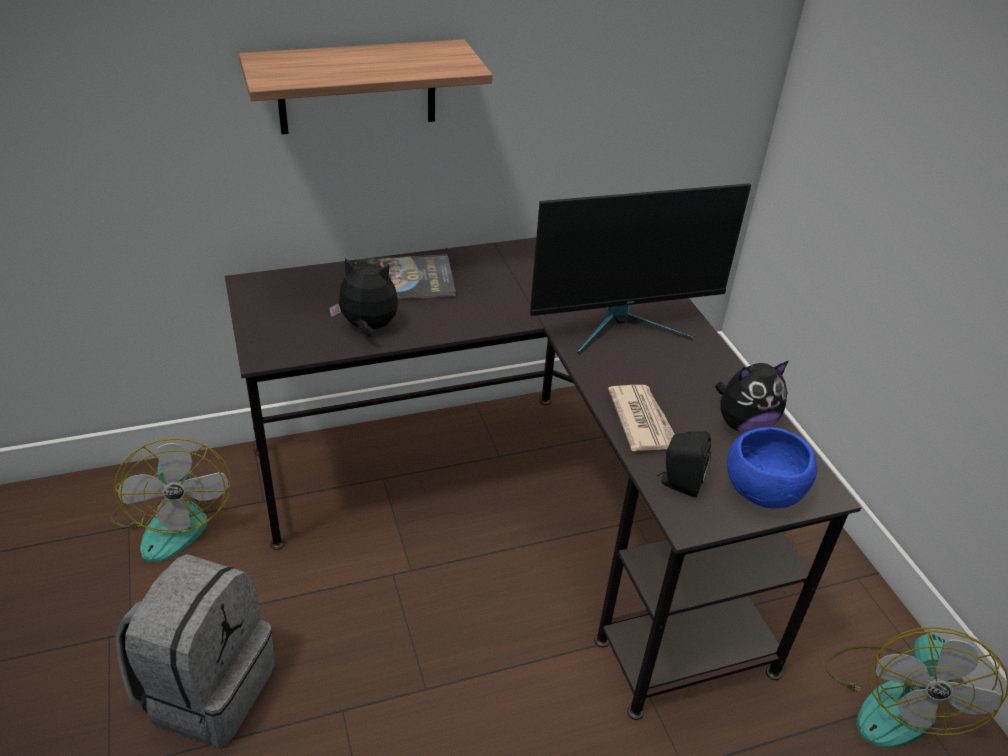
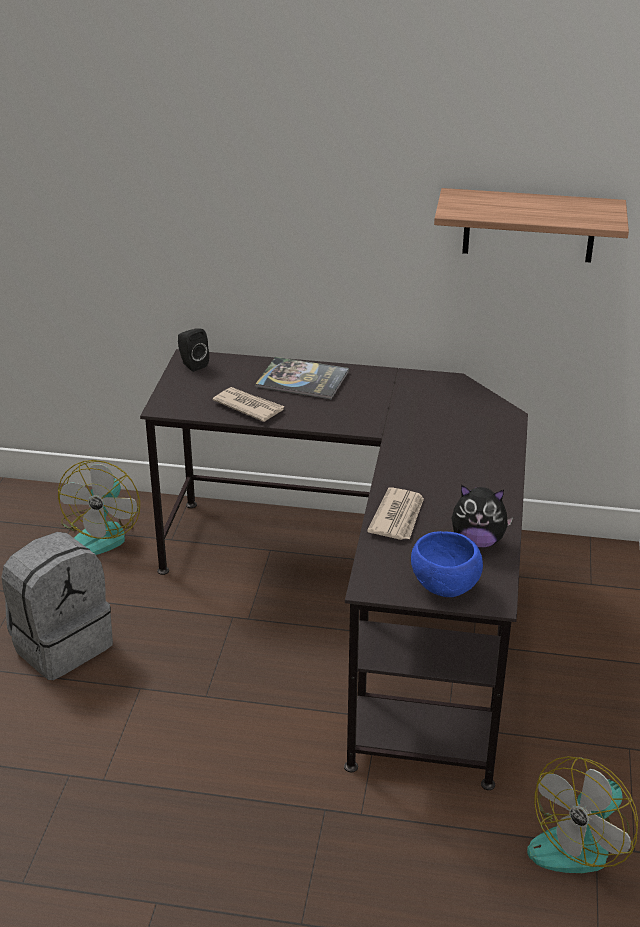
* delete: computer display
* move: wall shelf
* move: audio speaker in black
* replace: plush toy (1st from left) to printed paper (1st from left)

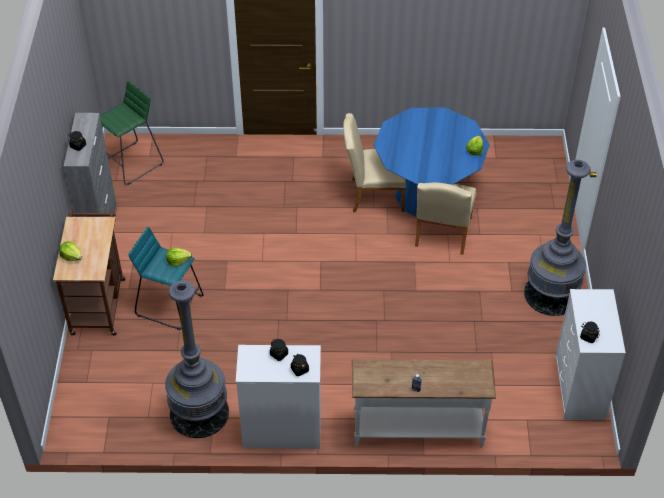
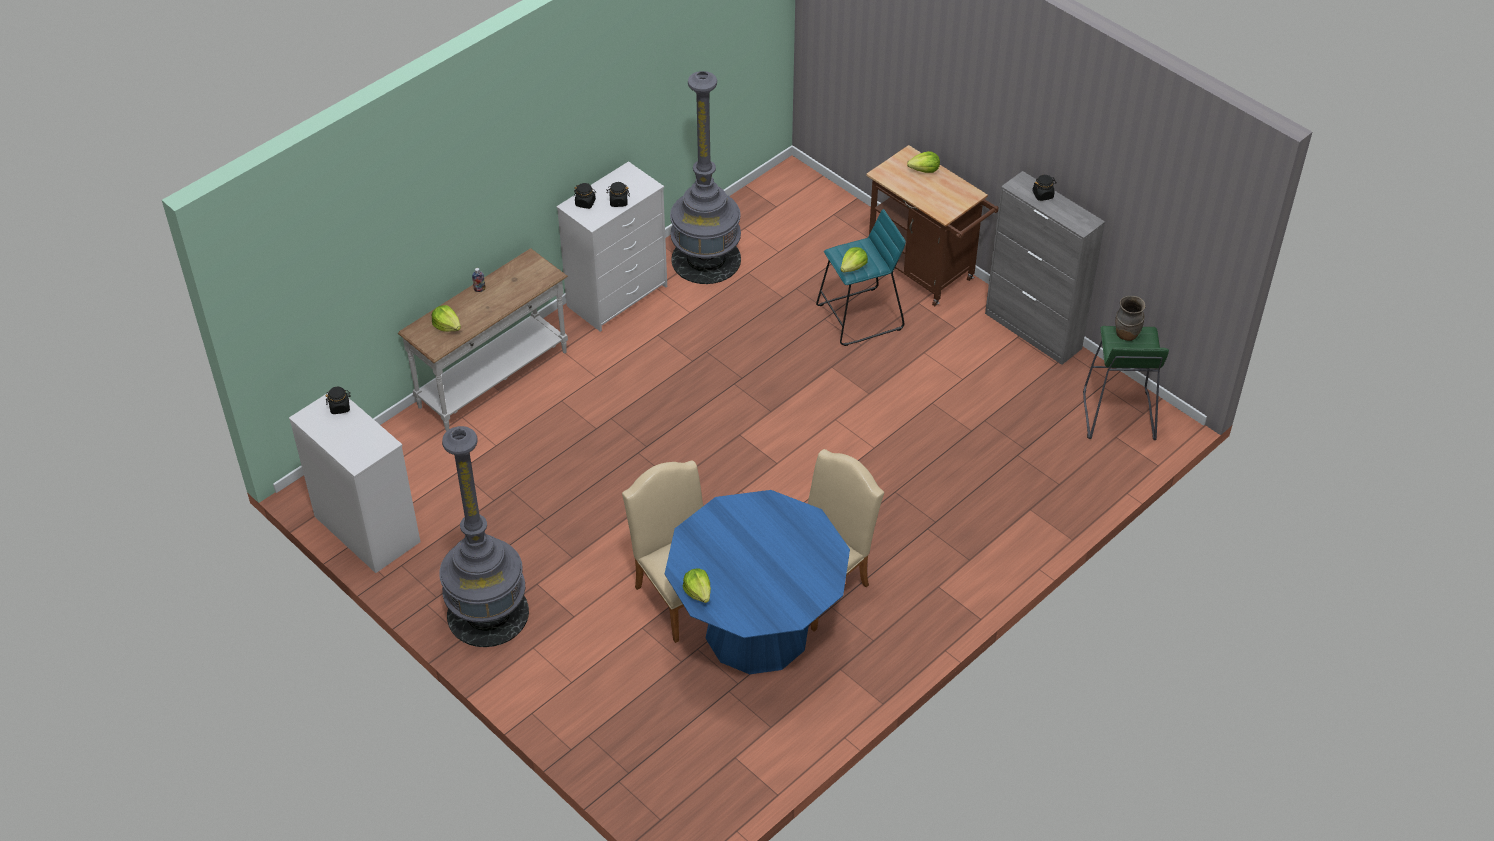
* insert: head of lettuce (1st from left)
* insert: vase in brown

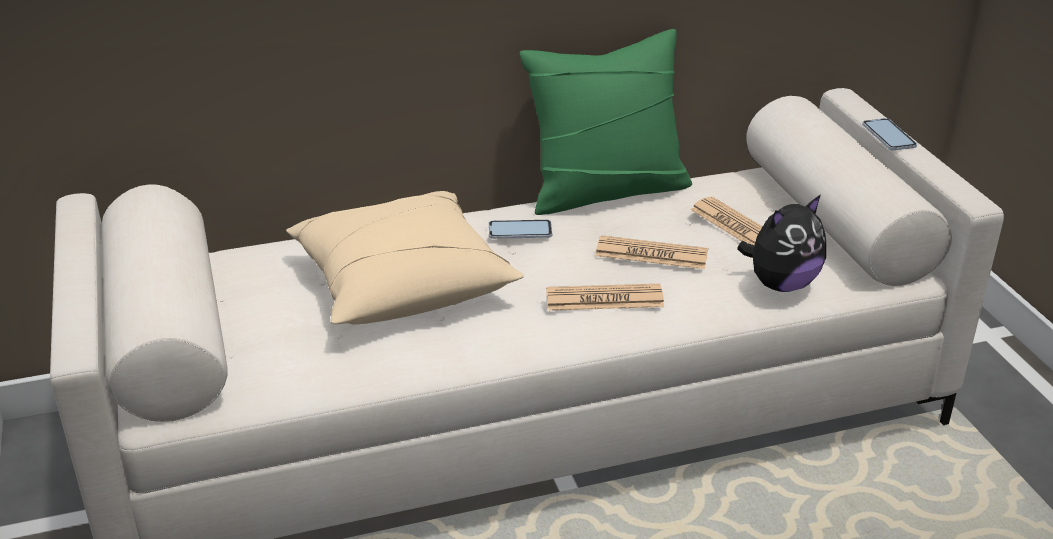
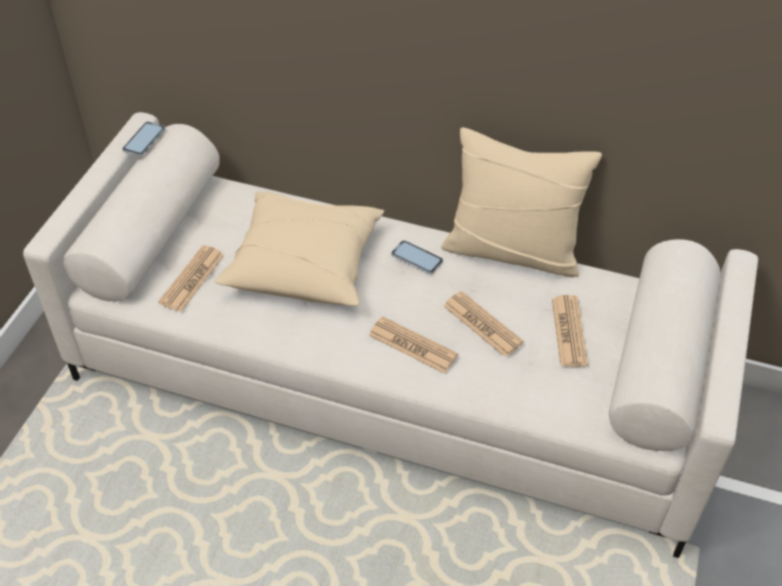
* delete: plush toy
* insert: printed paper (1st from left)
* move: telephone (2nd from left in the first image) to telephone (1st from left)
* recolor: throw pillow in green to throw pillow in sand-coloured (2nd from left)

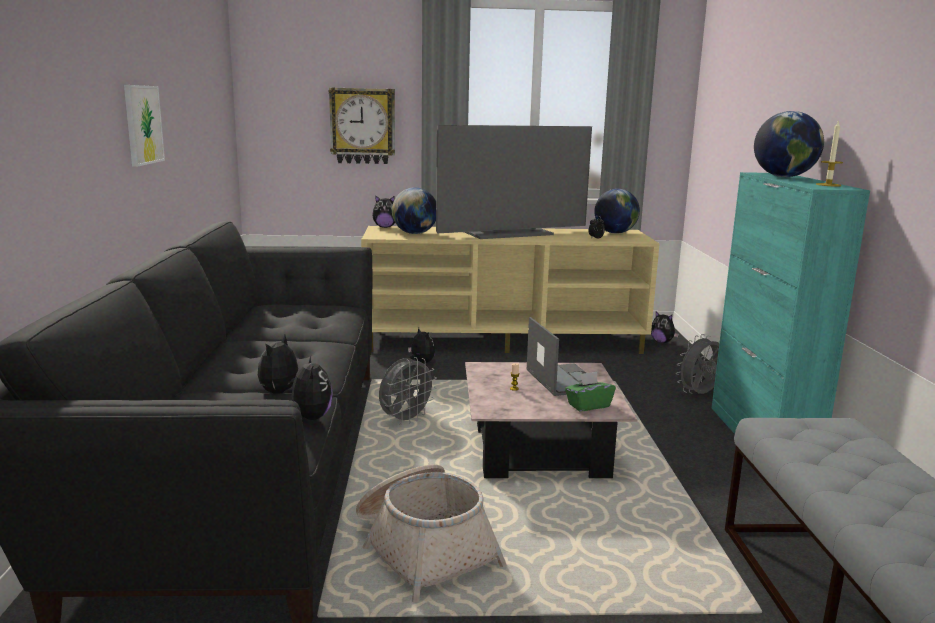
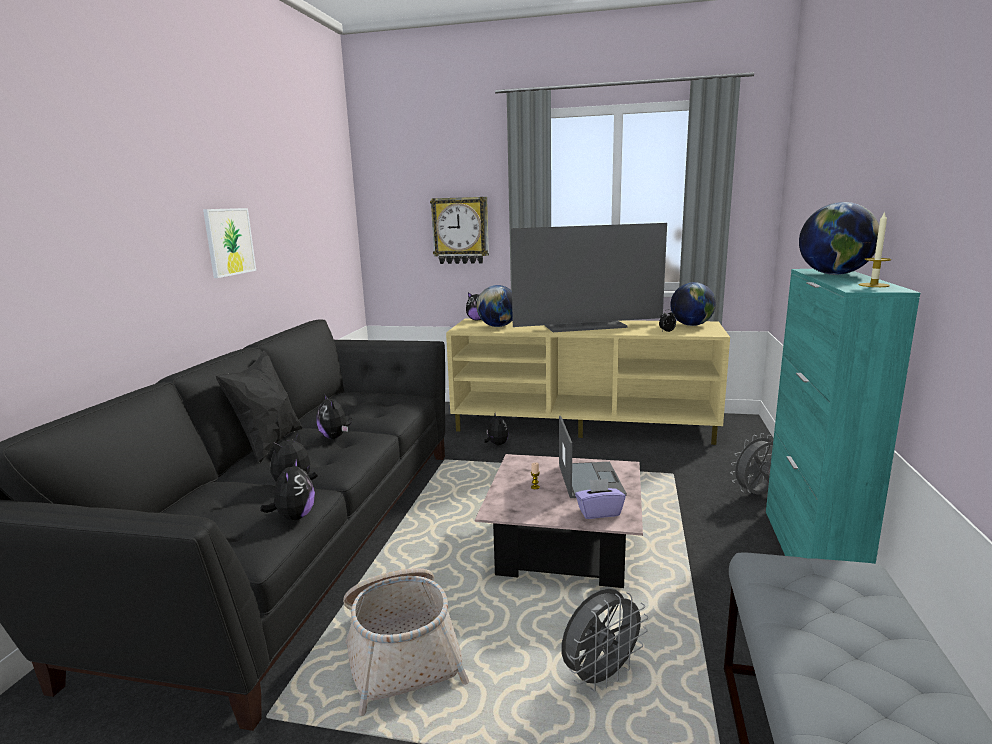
* insert: throw pillow in black
* move: cooling fan in greyish (1st from left)
* move: plush toy (5th from left in the first image) to plush toy (3rd from left)
* recolor: tissue box in green to tissue box in purple

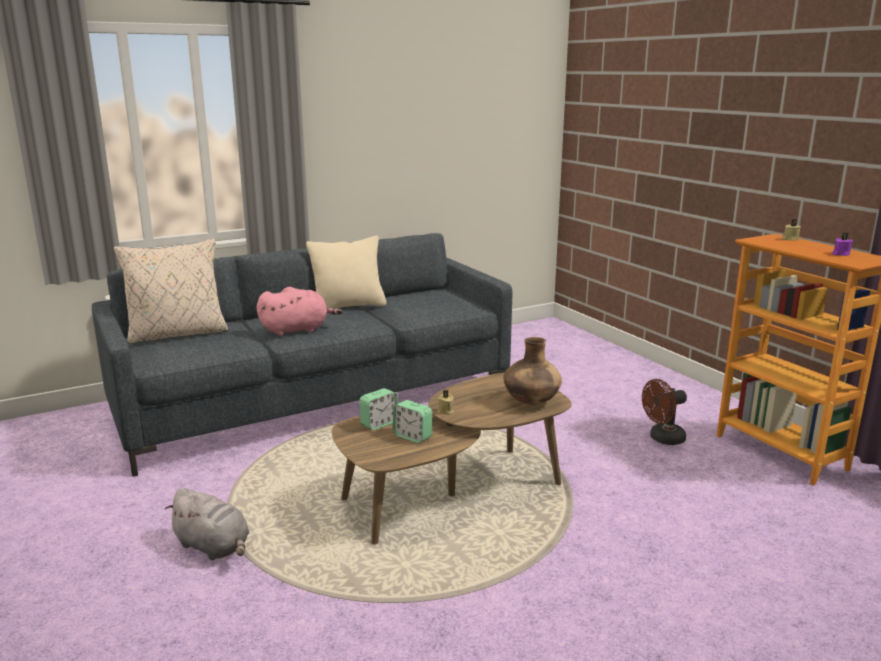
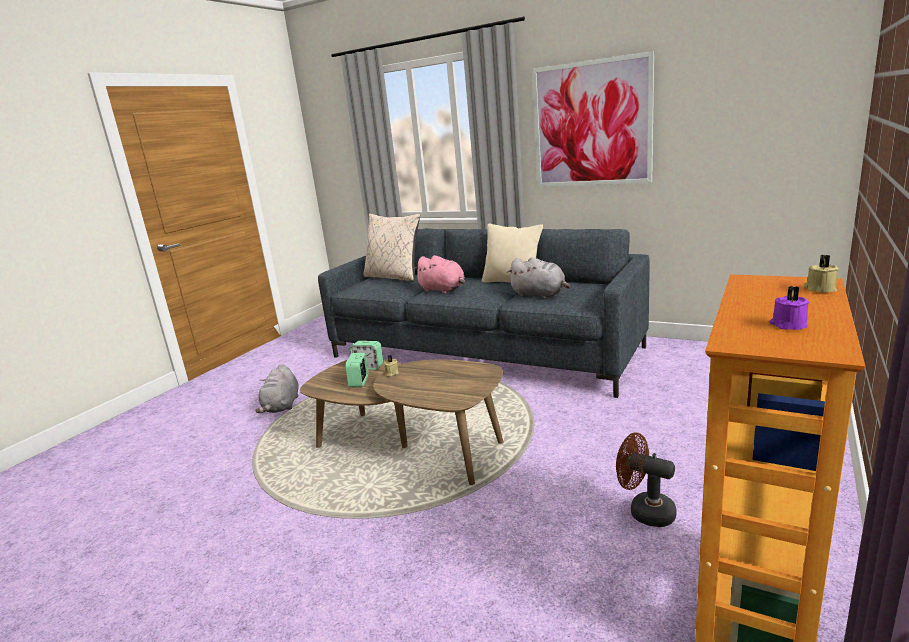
* delete: vase in brown
* insert: plush toy in greyish (2nd from left)
* insert: picture

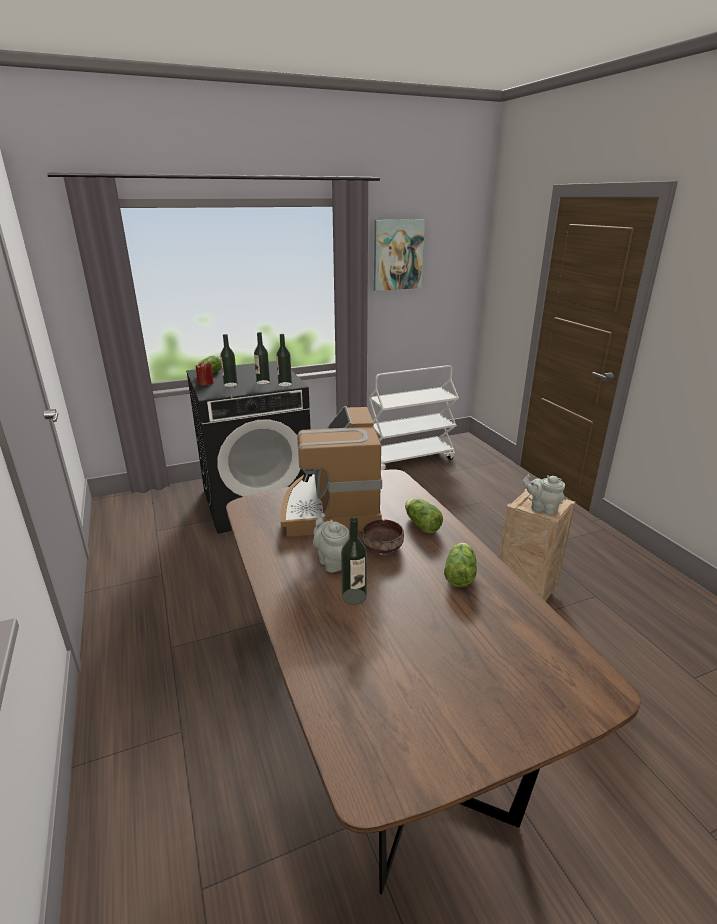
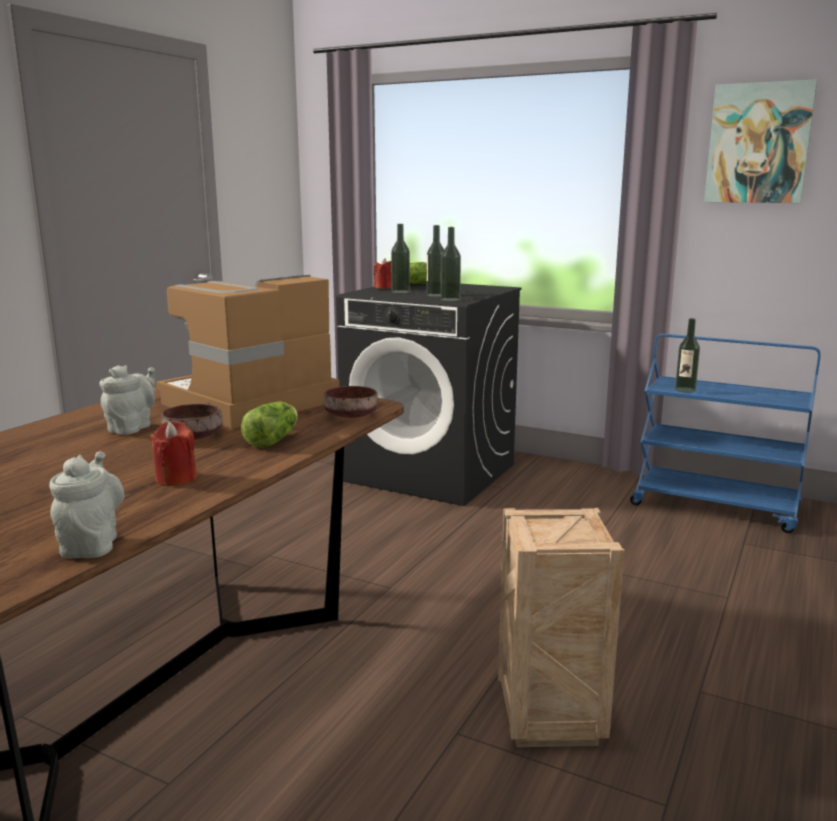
* insert: deep dish in brown (2nd from left)
* move: bottle (4th from left)
* move: teapot in greyish (2nd from left in the first image) to teapot in greyish (1st from left)
* replace: head of lettuce (3rd from left) to wax candle in red-coloured (1st from left)
* recolor: wheeled cart in whitish to wheeled cart in blue

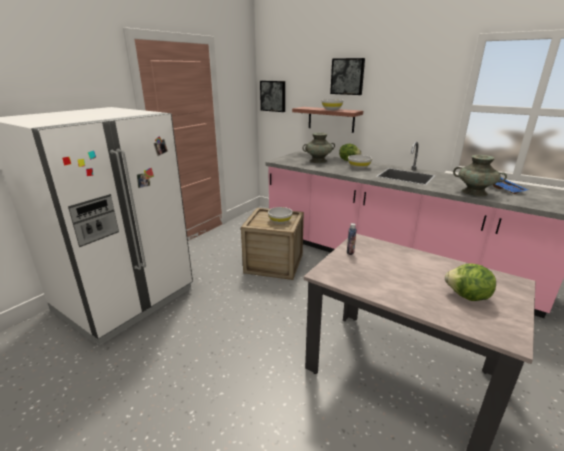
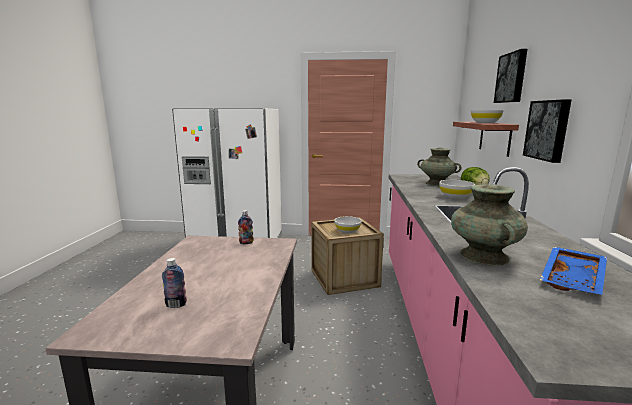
* move: picture (1st from left in the first image) to picture (2nd from left)
* replace: head of lettuce (2nd from left) to bottle (1st from left)

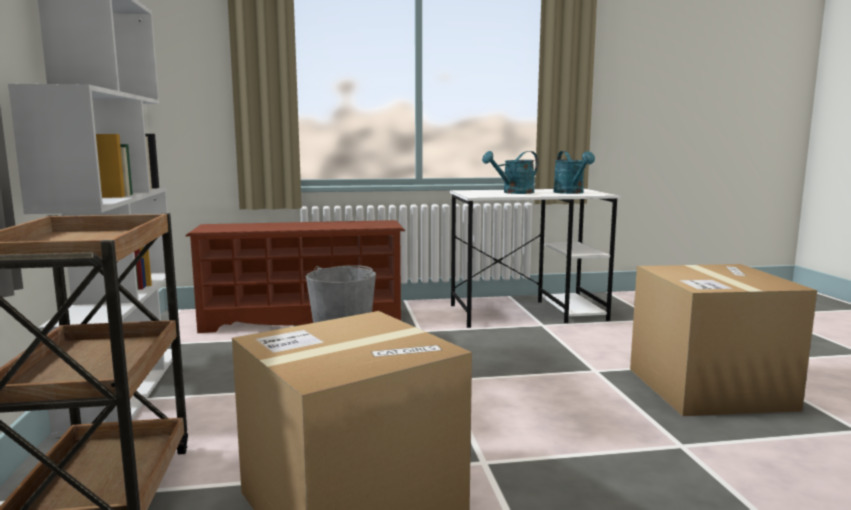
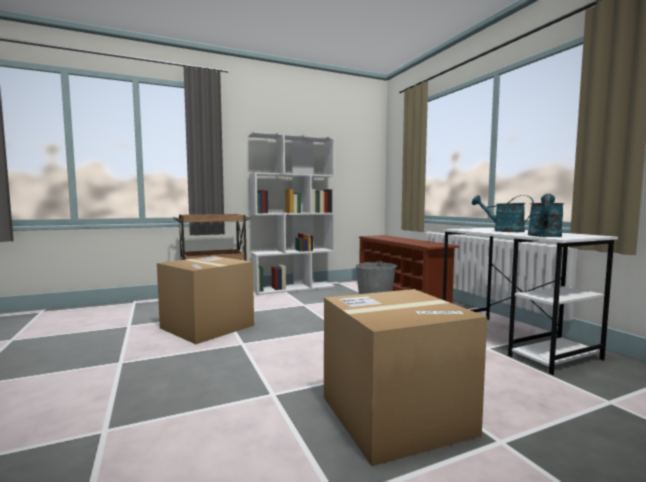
* rotate: watering pot in blue-green (2nd from left) 150 degrees clockwise

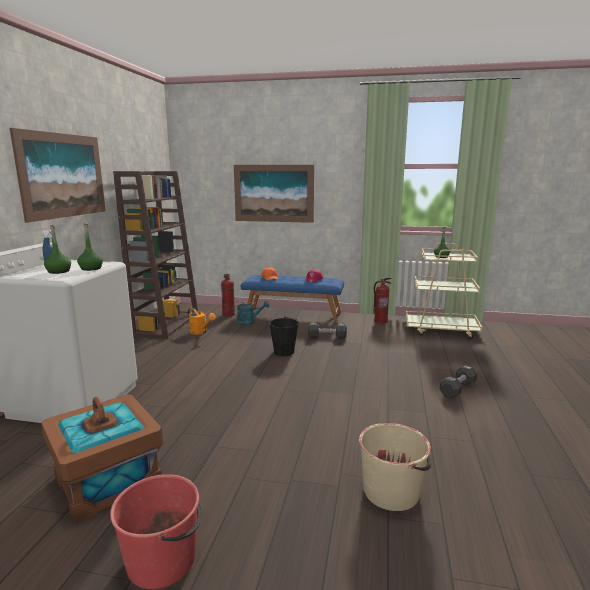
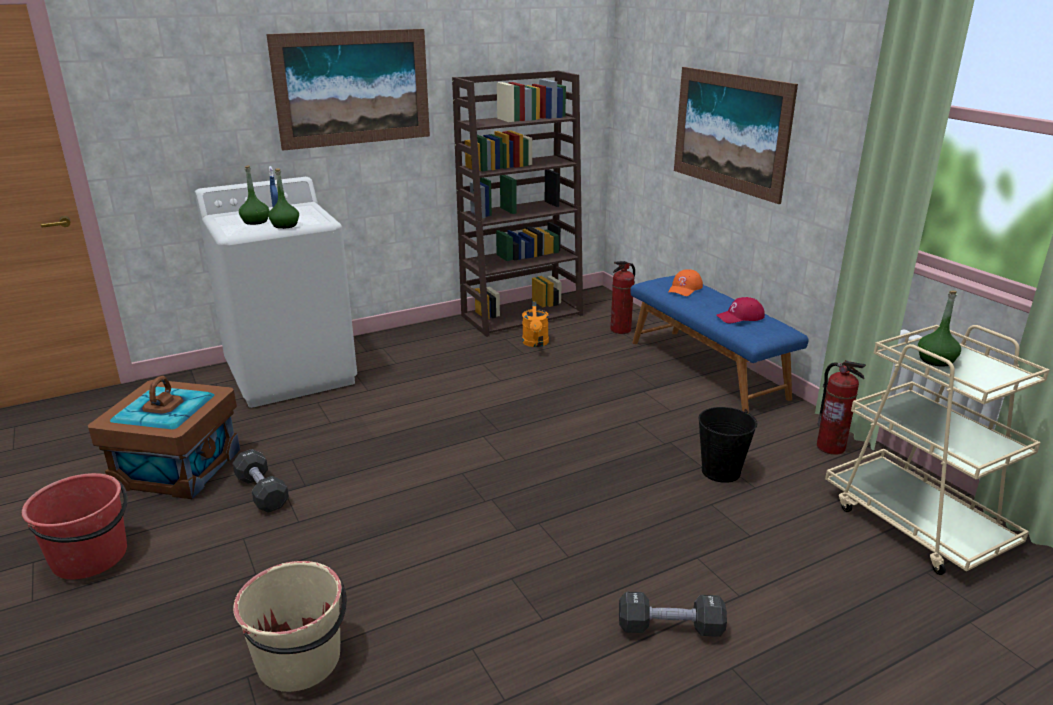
* delete: watering pot in blue-green
* move: bucket in black
* move: free weight in black (1st from left)

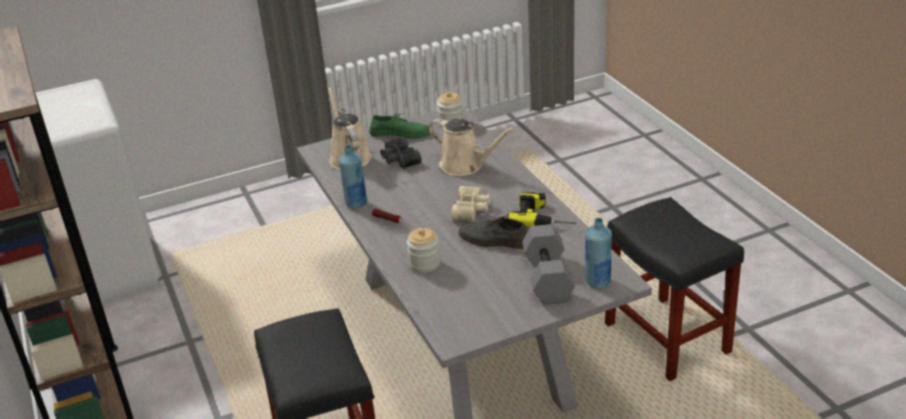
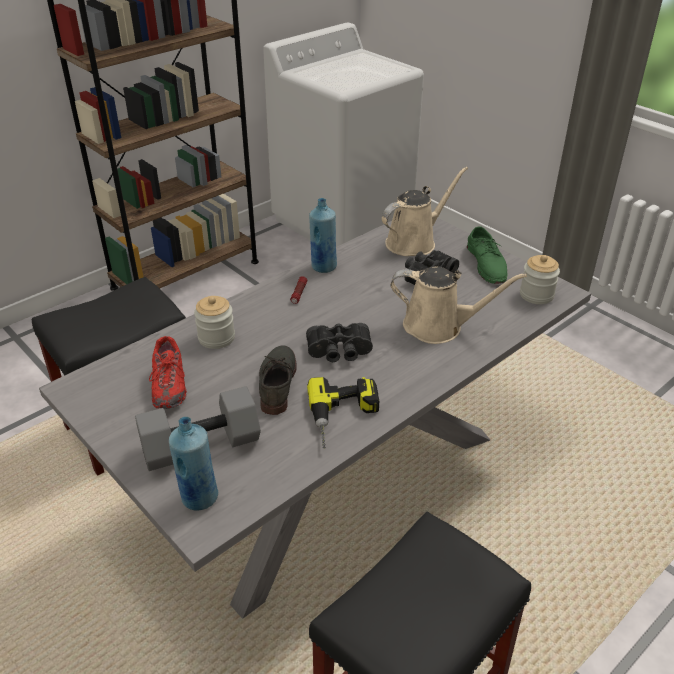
* insert: item of footwear in red-coloured
* recolor: binoculars in sand-coloured to binoculars in black (1st from left)
* rotate: watering pot in sand-coloured (2nd from left) 90 degrees counterclockwise

